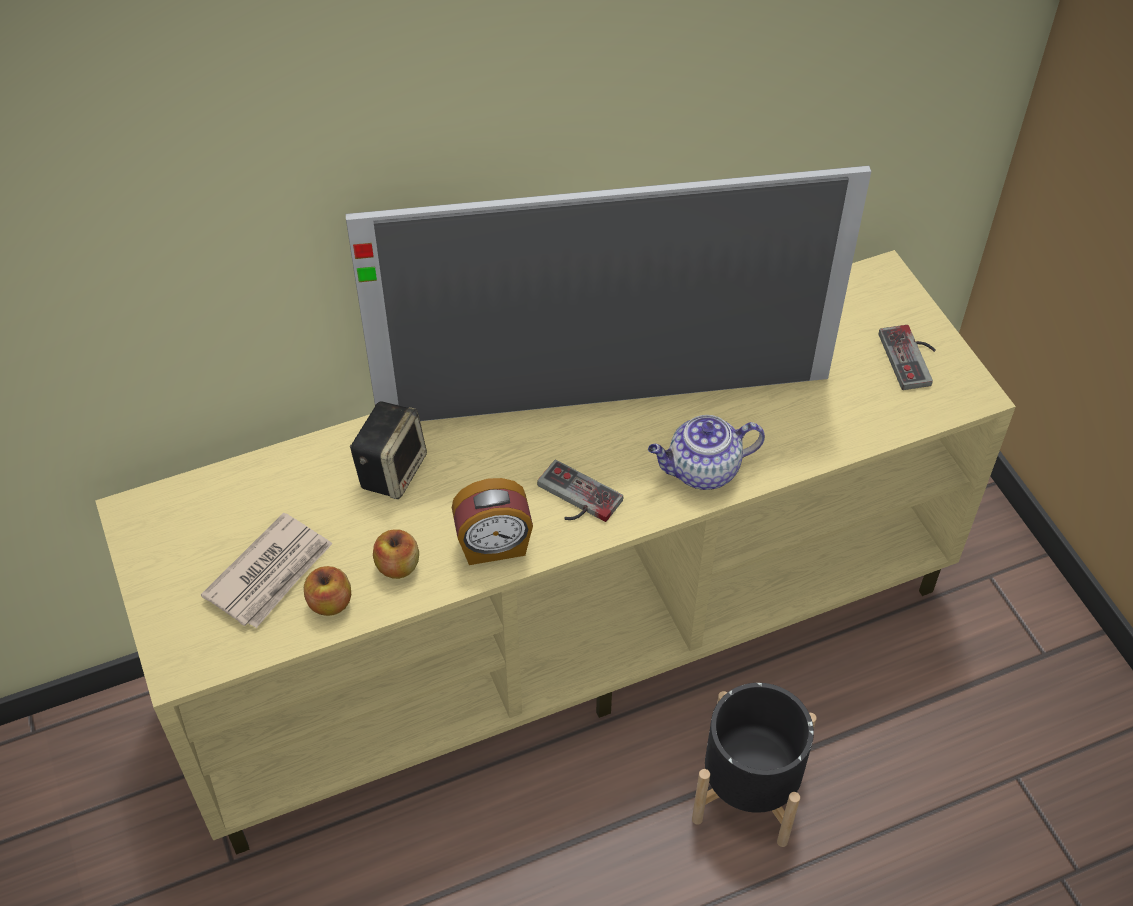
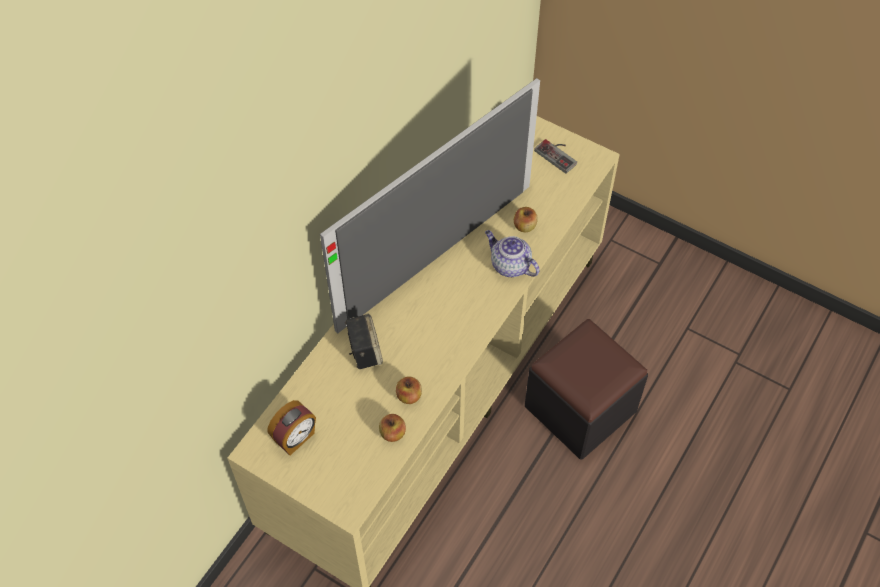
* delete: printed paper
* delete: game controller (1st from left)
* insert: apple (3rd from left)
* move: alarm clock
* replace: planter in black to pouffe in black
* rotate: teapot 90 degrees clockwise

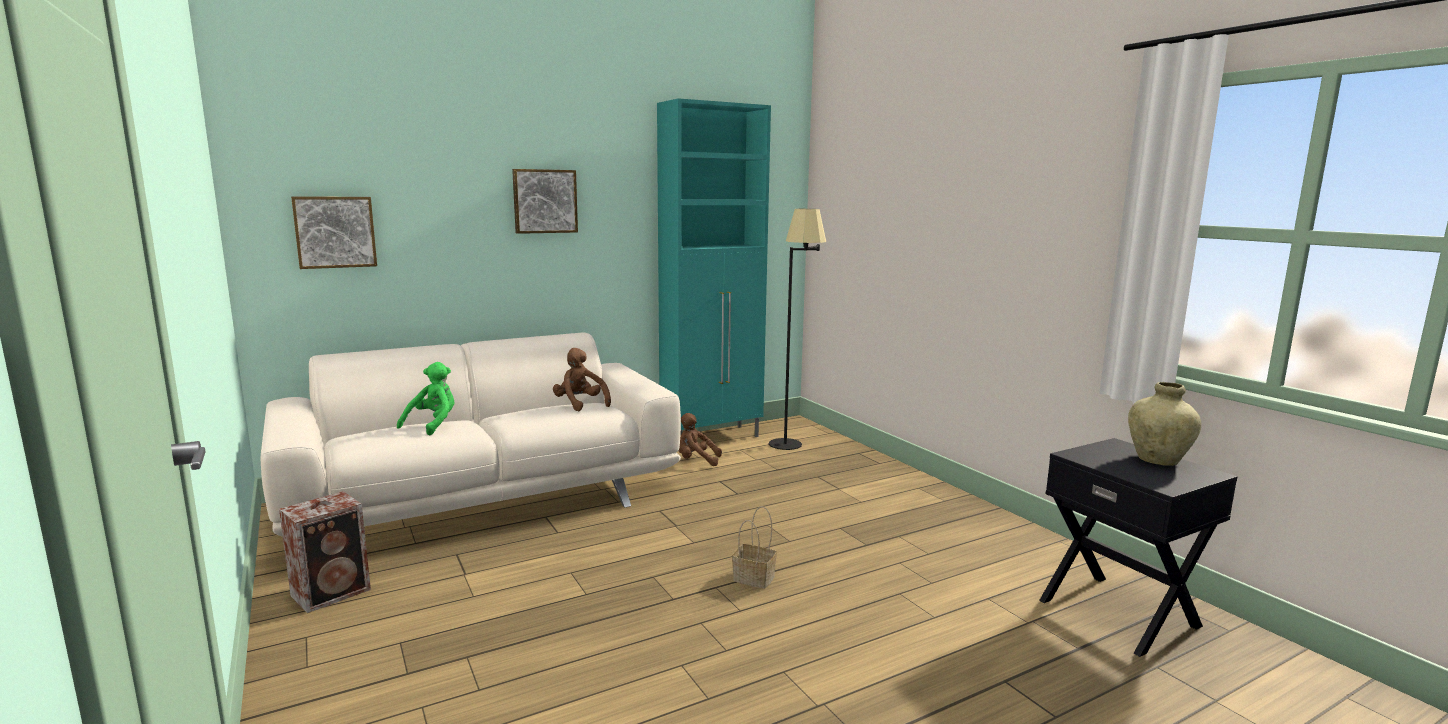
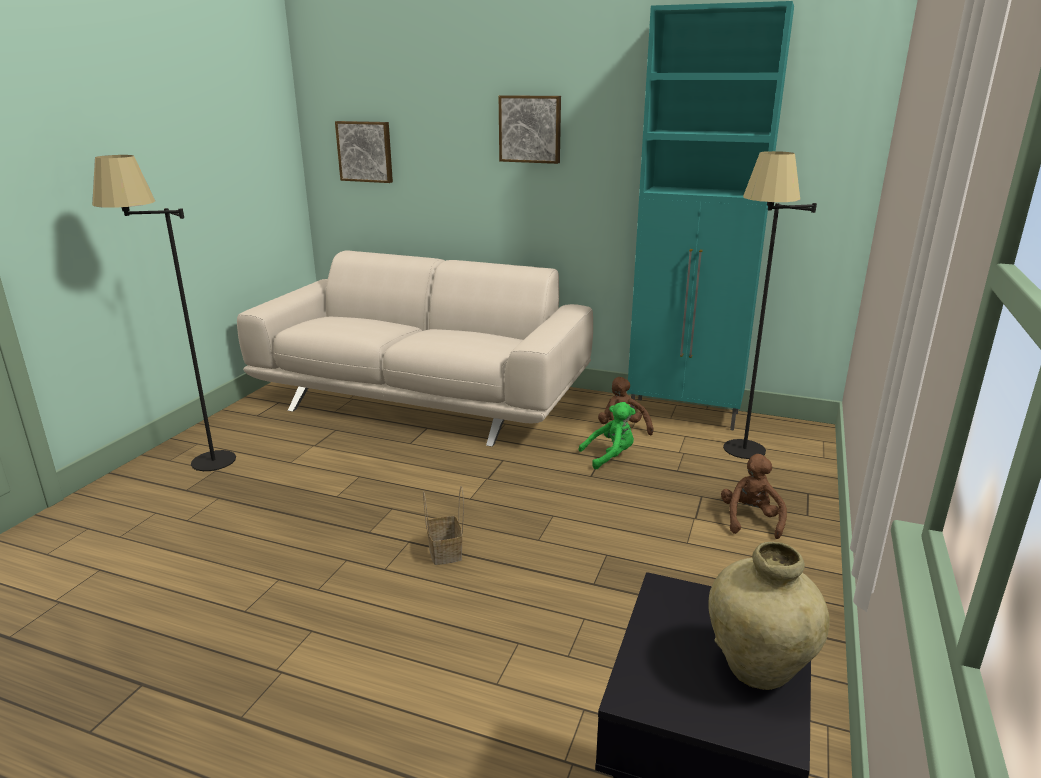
* delete: audio speaker
* insert: floor lamp in black (1st from left)
* move: plush toy in green
* move: plush toy in brown (1st from left in the first image) to plush toy in brown (2nd from left)

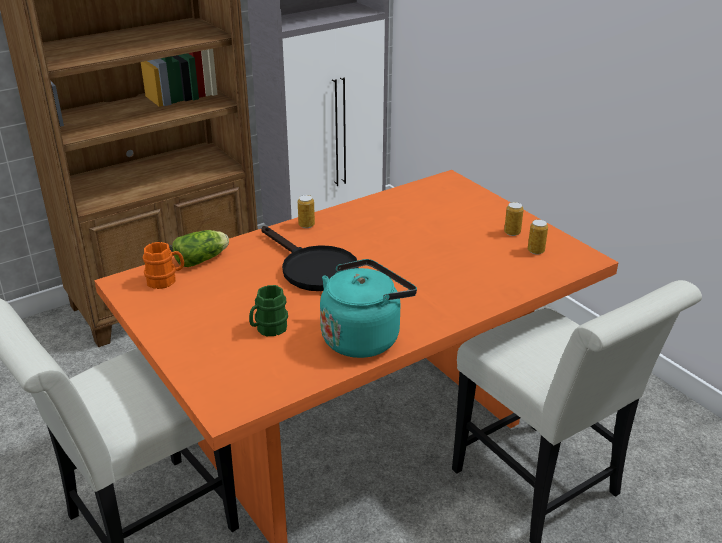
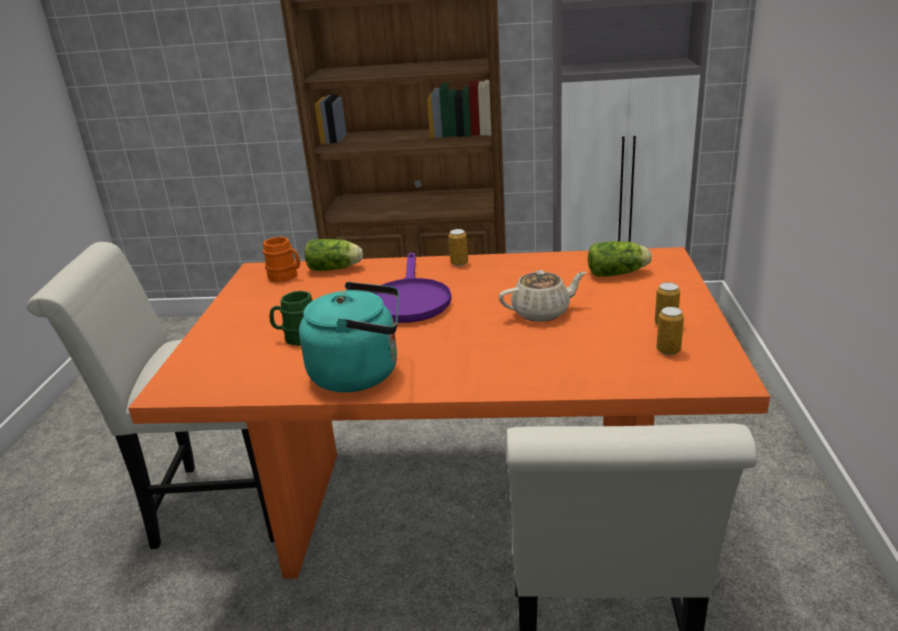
* insert: teapot in sand-coloured
* insert: head of lettuce (2nd from left)
* recolor: skillet in black to skillet in purple

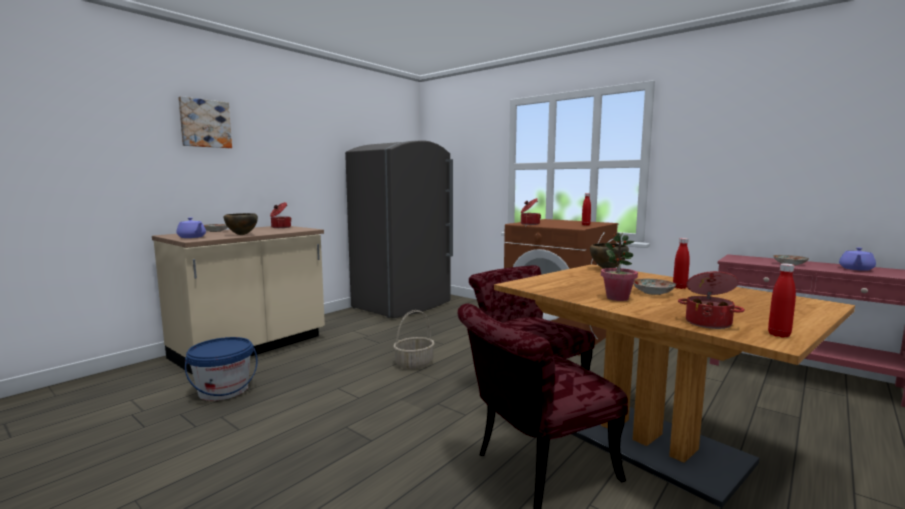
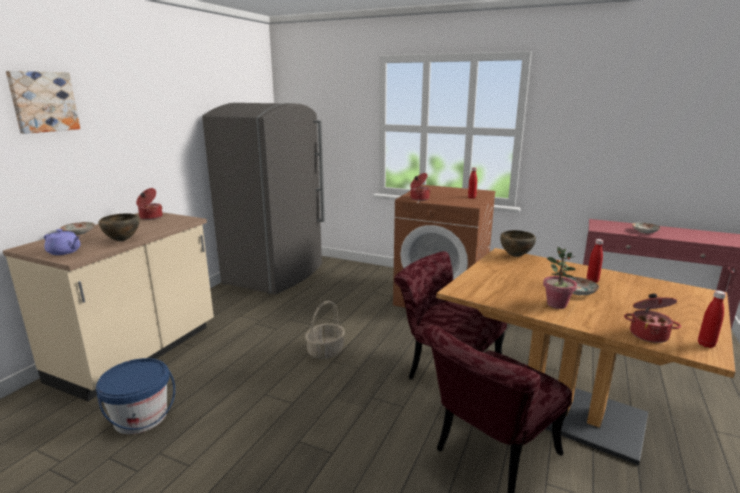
* delete: teapot in purple (2nd from left)

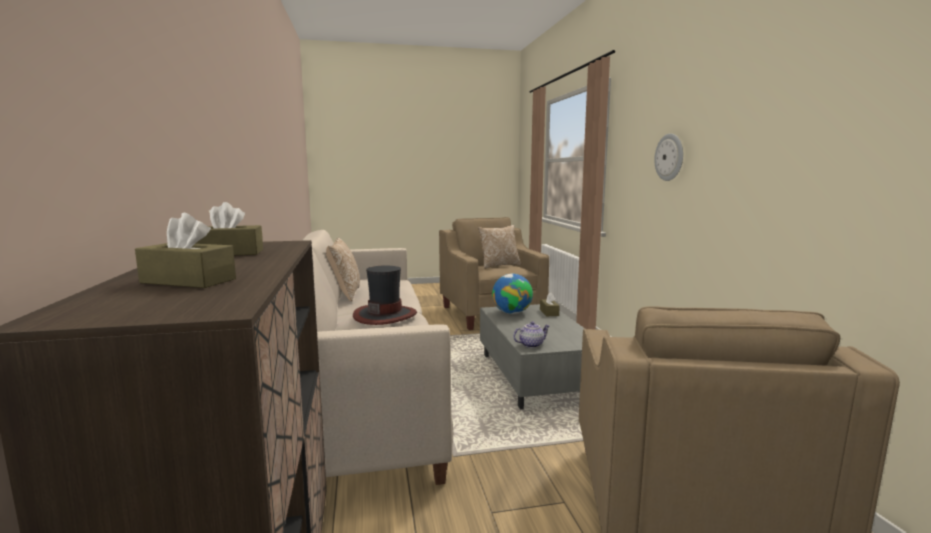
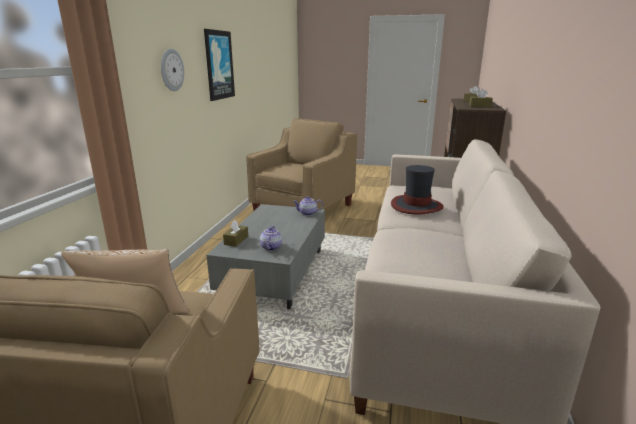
* delete: throw pillow (1st from left)
* insert: picture
* replace: desk globe to teapot (1st from left)

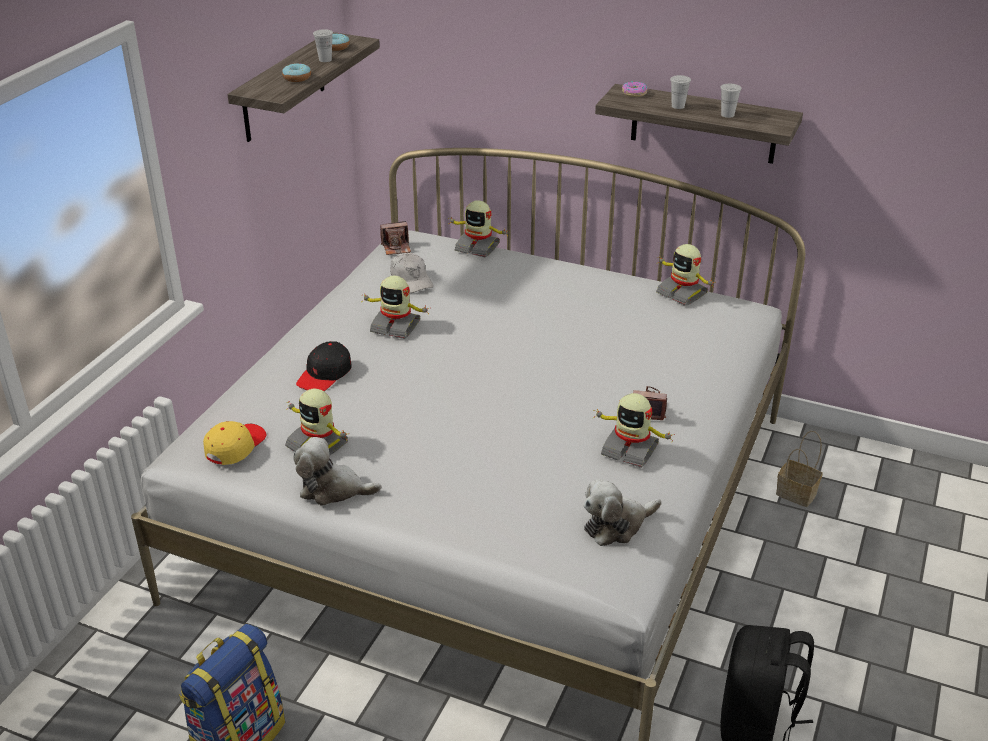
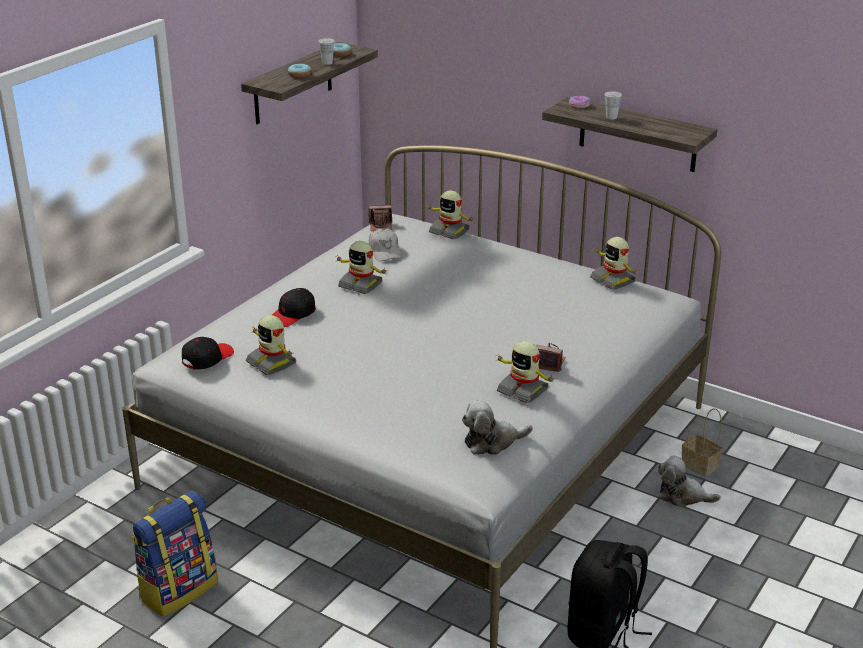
* delete: small cup in whitish (3rd from left)
* move: plush toy (1st from left in the first image) to plush toy (2nd from left)
* recolor: baseball cap in yellow-coloured to baseball cap in black (1st from left)

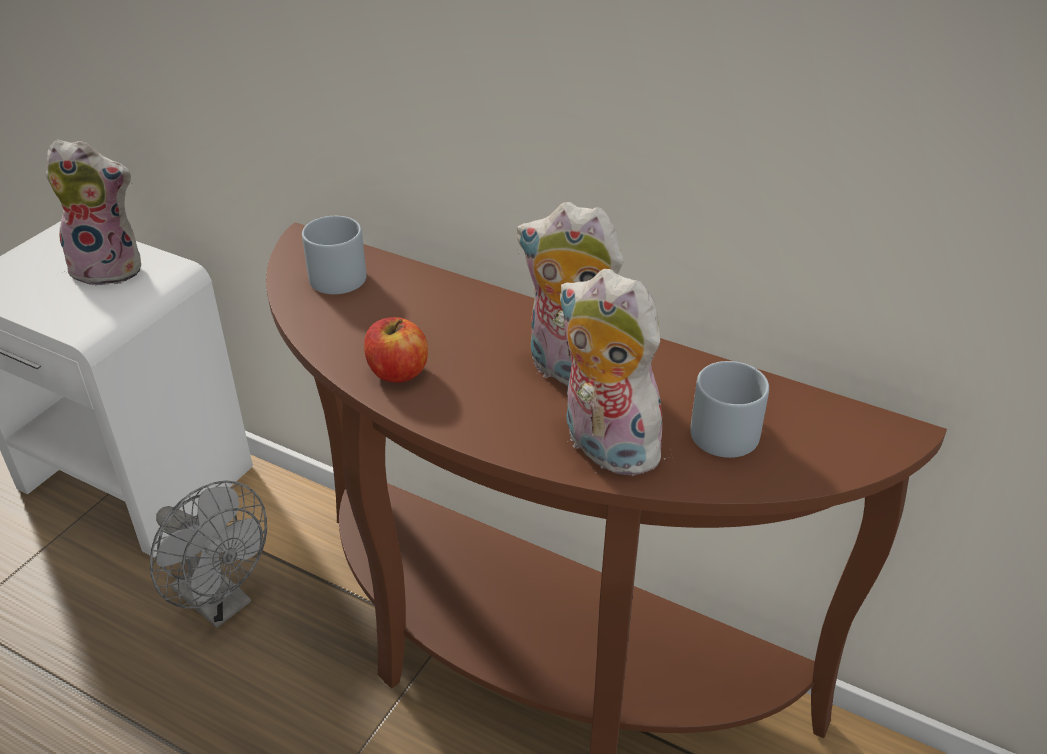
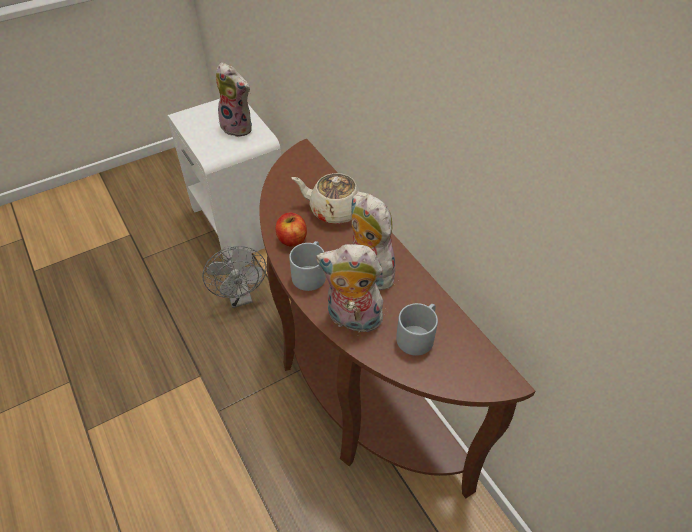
* insert: teapot in sand-coloured
* move: tea mug in greyish (1st from left)
* rotate: plush toy (3rd from left in the first image) 60 degrees counterclockwise

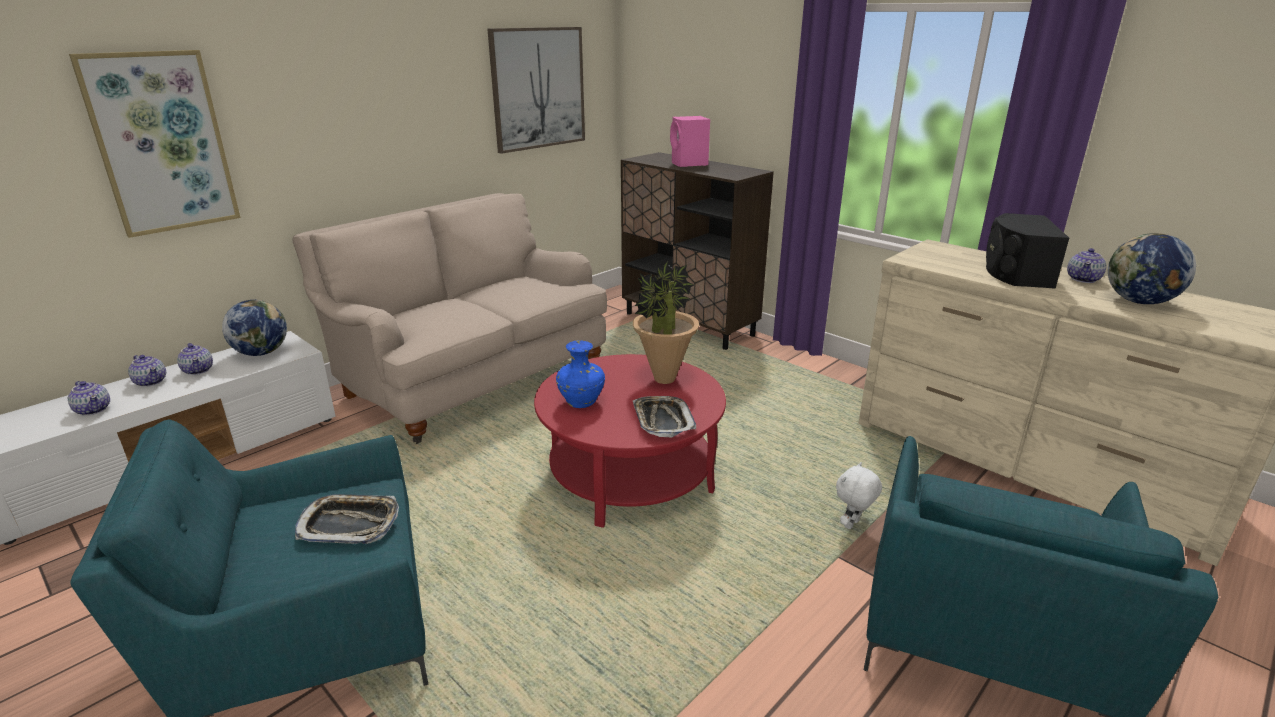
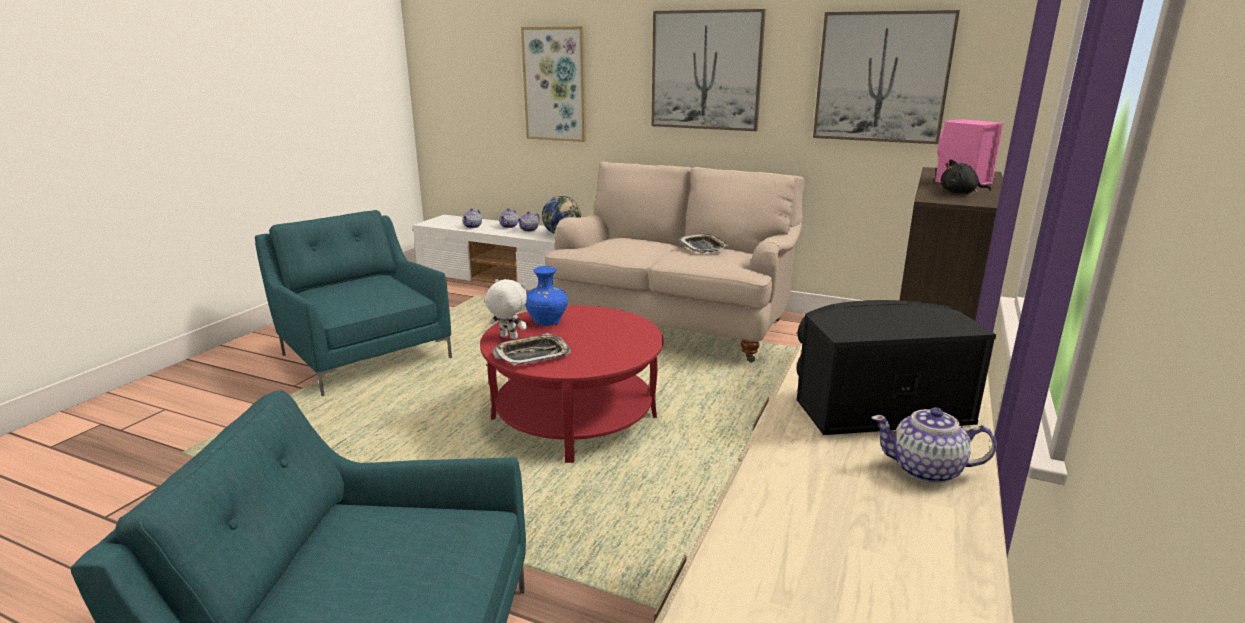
* delete: potted plant
* delete: desk globe (2nd from left)
* insert: picture (2nd from left)
* insert: plush toy in black
* move: tray (1st from left in the first image) to tray (2nd from left)
* move: plush toy in whitish

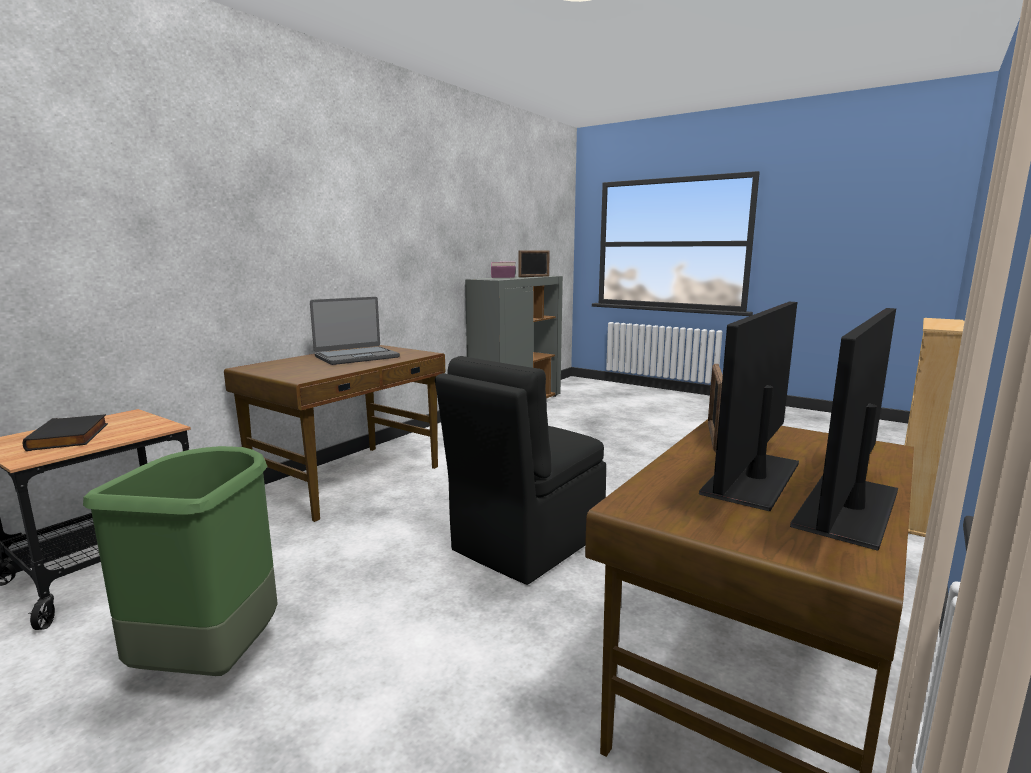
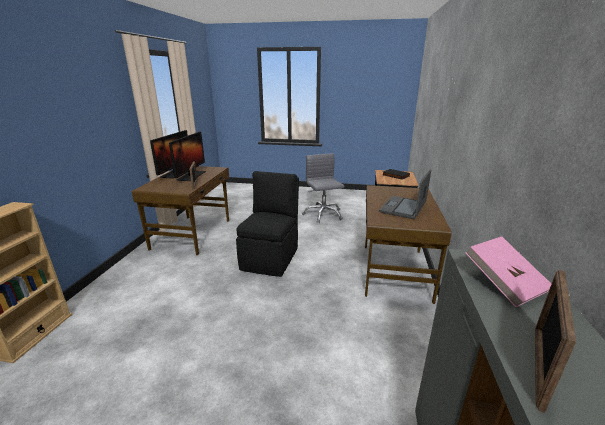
* replace: waste bin in green to desk chair in greyish

